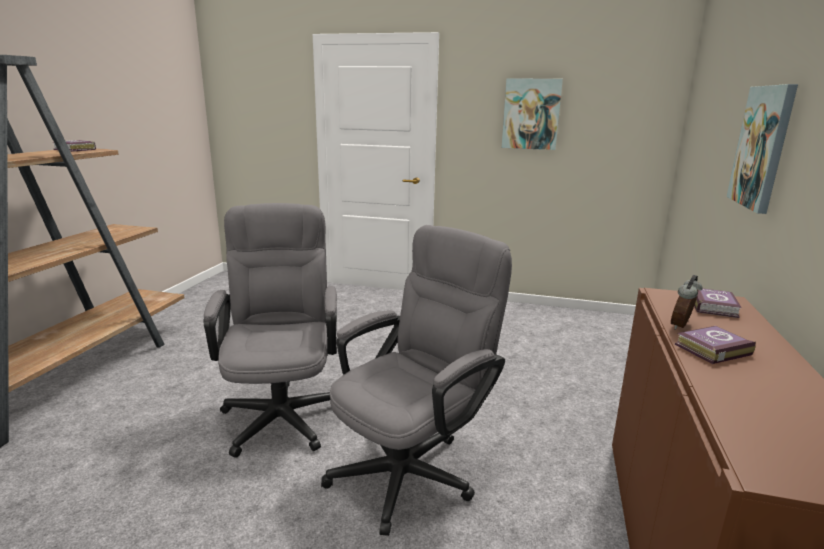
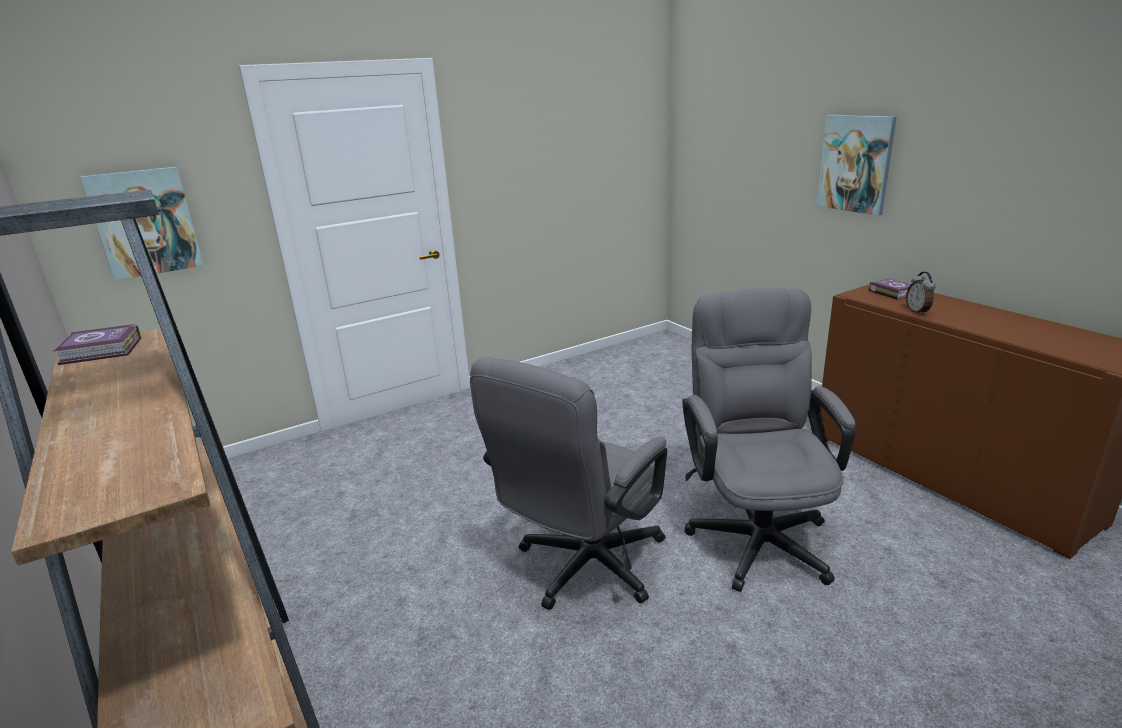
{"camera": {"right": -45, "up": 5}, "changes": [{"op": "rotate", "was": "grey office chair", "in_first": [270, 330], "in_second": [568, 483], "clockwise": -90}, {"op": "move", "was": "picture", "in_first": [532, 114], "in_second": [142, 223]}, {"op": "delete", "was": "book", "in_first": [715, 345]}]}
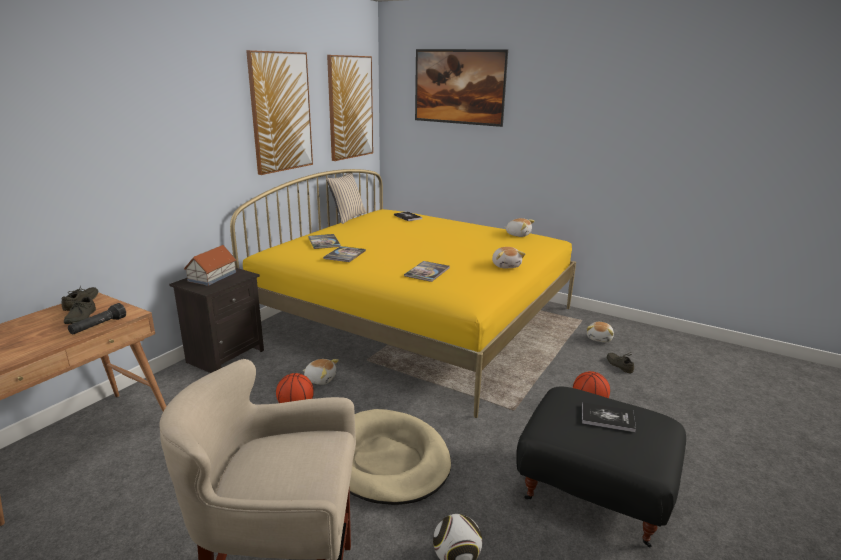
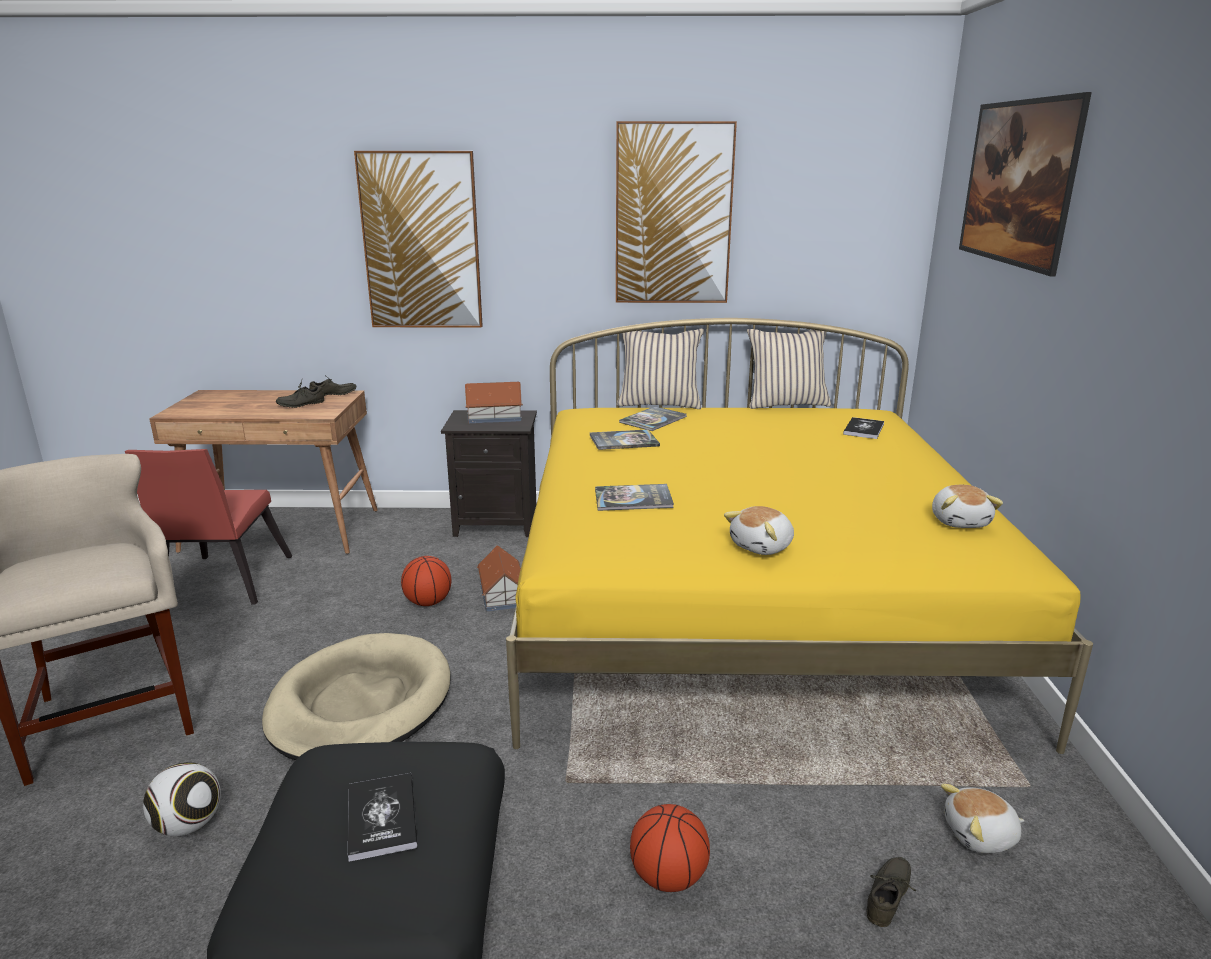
{"camera": {"right": 60, "up": 0}, "changes": [{"op": "delete", "was": "black flashlight", "in_first": [97, 318]}, {"op": "replace", "was": "plush toy", "now": "toy house", "in_first": [321, 372], "in_second": [499, 578]}, {"op": "move", "was": "picture", "in_first": [350, 108], "in_second": [418, 239]}, {"op": "insert", "now": "red chair", "in_second": [208, 526]}, {"op": "insert", "now": "beige pillow", "in_second": [660, 369]}]}
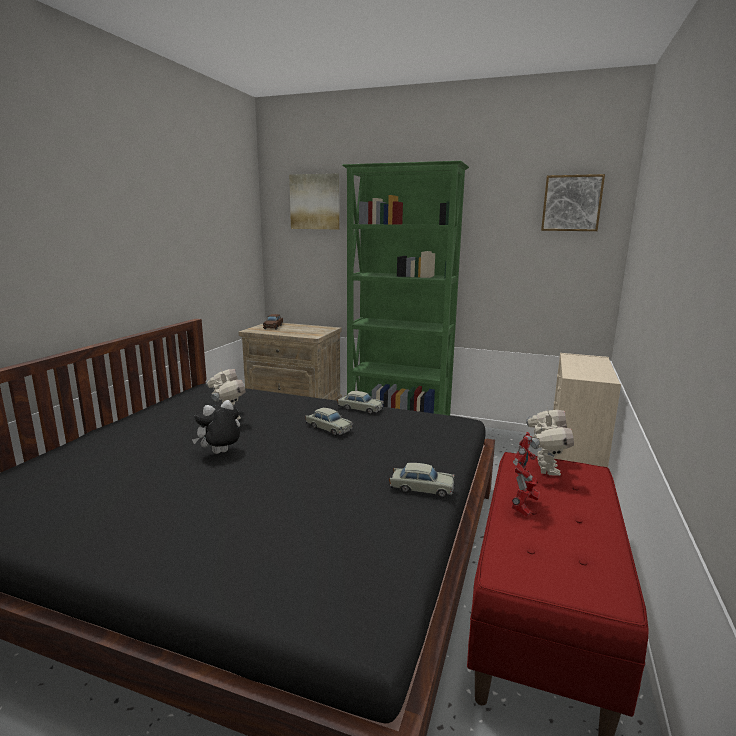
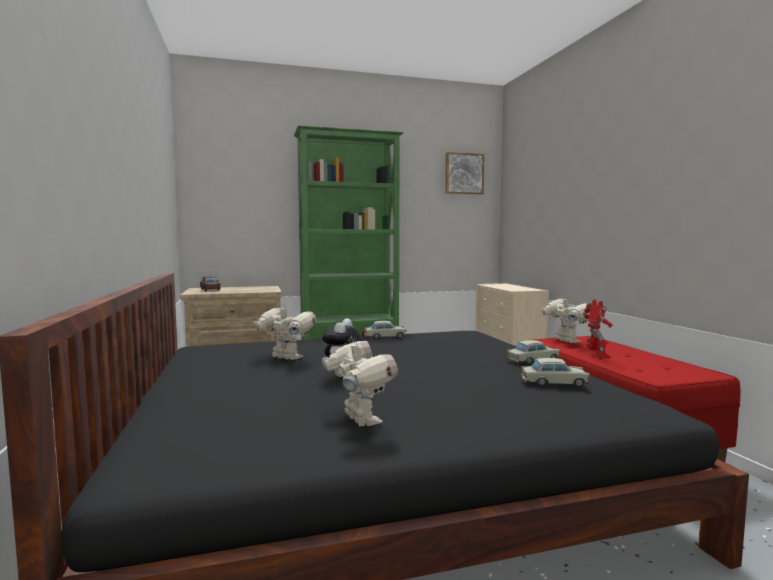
{"camera": {"right": -35, "up": -10}, "changes": [{"op": "delete", "was": "picture", "in_first": [314, 201]}, {"op": "move", "was": "beige toy car", "in_first": [329, 422], "in_second": [555, 372]}, {"op": "insert", "now": "toy robot", "in_second": [360, 381]}]}
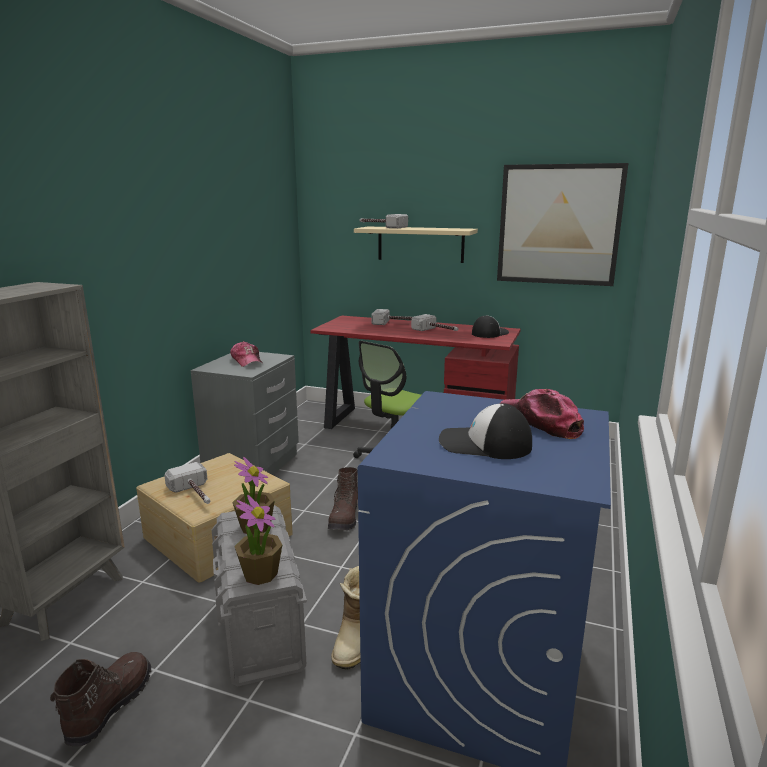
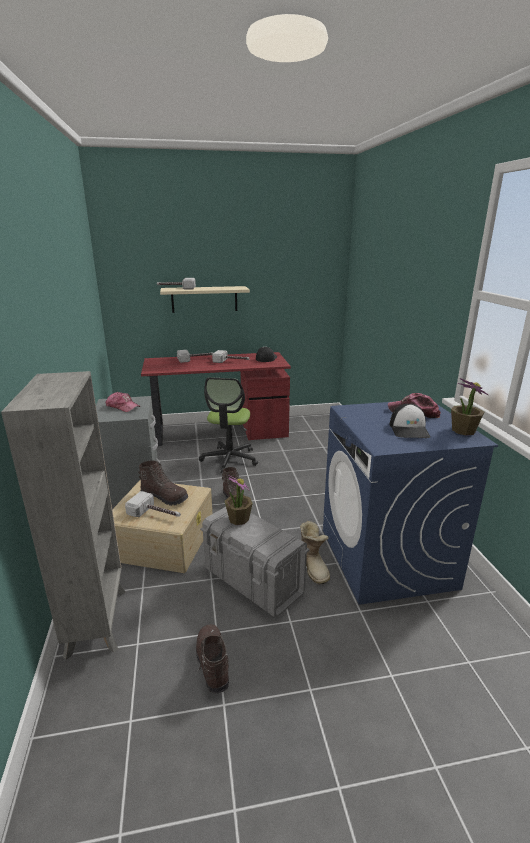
{"camera": {"right": -30, "up": 5}, "changes": [{"op": "move", "was": "potted plant", "in_first": [258, 540], "in_second": [469, 406]}, {"op": "rotate", "was": "cap", "in_first": [485, 431], "in_second": [410, 421], "clockwise": -75}, {"op": "delete", "was": "picture", "in_first": [562, 224]}, {"op": "insert", "now": "brown boot", "in_second": [163, 483]}]}
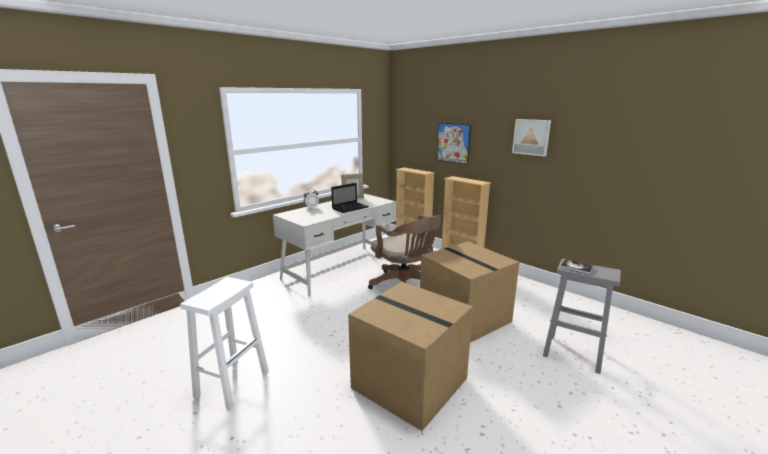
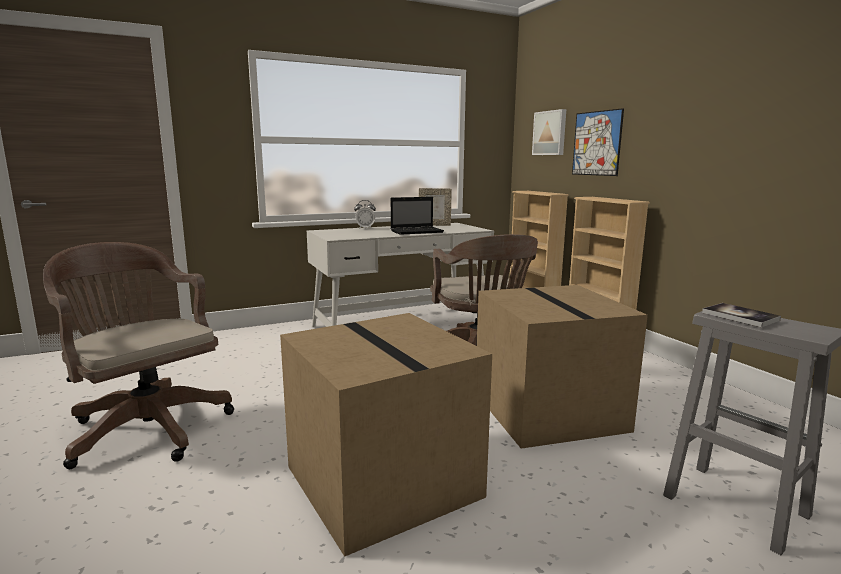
{"camera": {"right": 20, "up": -5}, "changes": [{"op": "replace", "was": "white stool", "now": "brown office chair", "in_first": [224, 344], "in_second": [138, 355]}, {"op": "move", "was": "picture", "in_first": [531, 137], "in_second": [549, 132]}]}
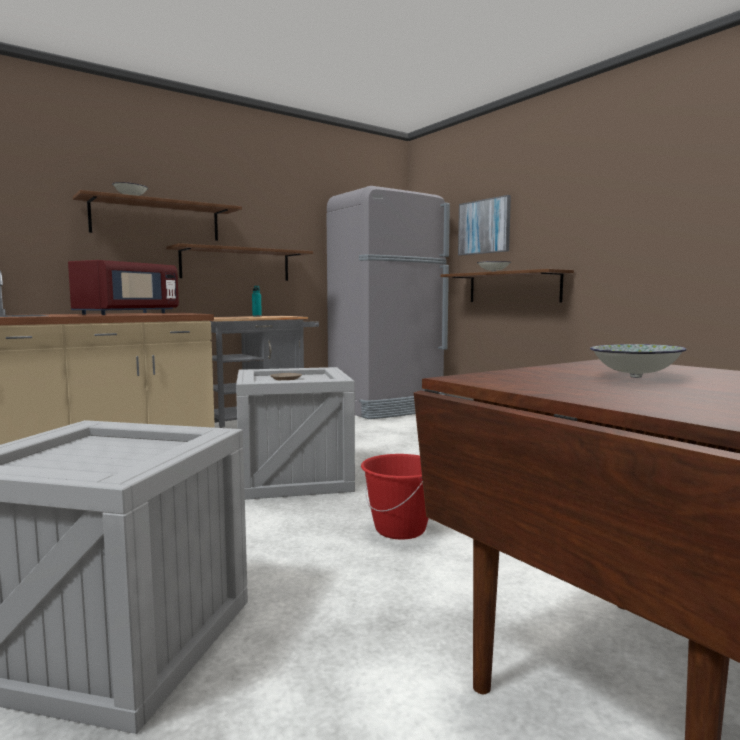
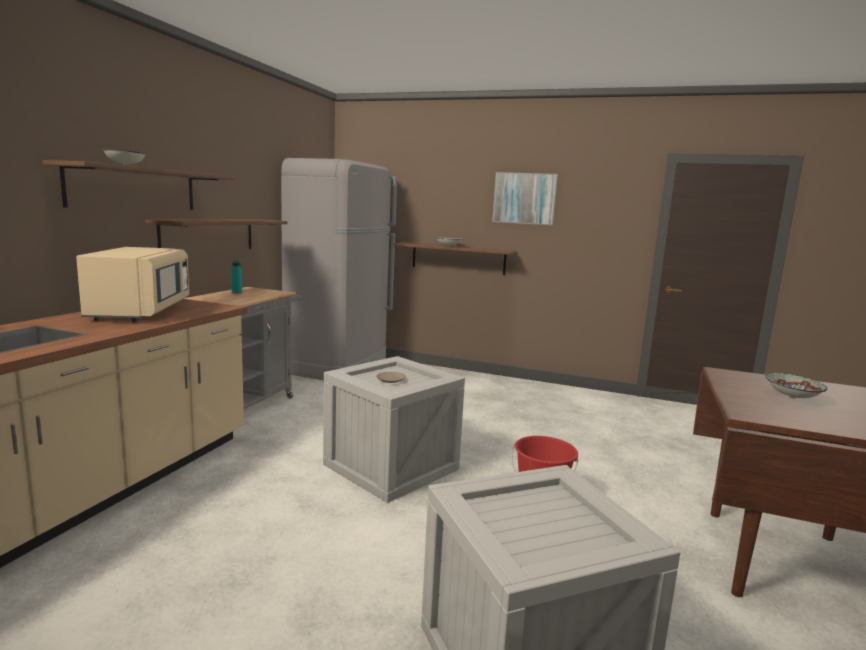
{"camera": {"right": -35, "up": 5}, "changes": [{"op": "recolor", "was": "red microwave", "now": "beige microwave", "in_first": [123, 287], "in_second": [132, 284]}, {"op": "move", "was": "picture", "in_first": [484, 225], "in_second": [525, 198]}]}
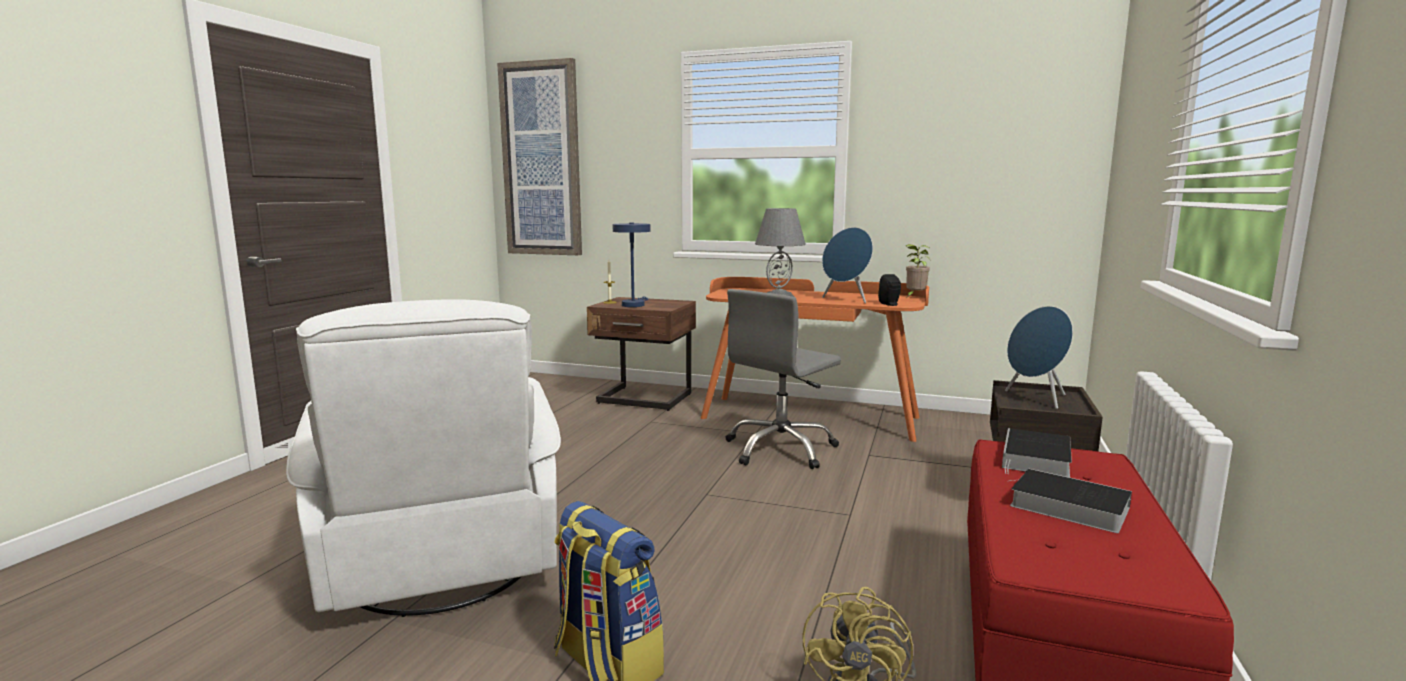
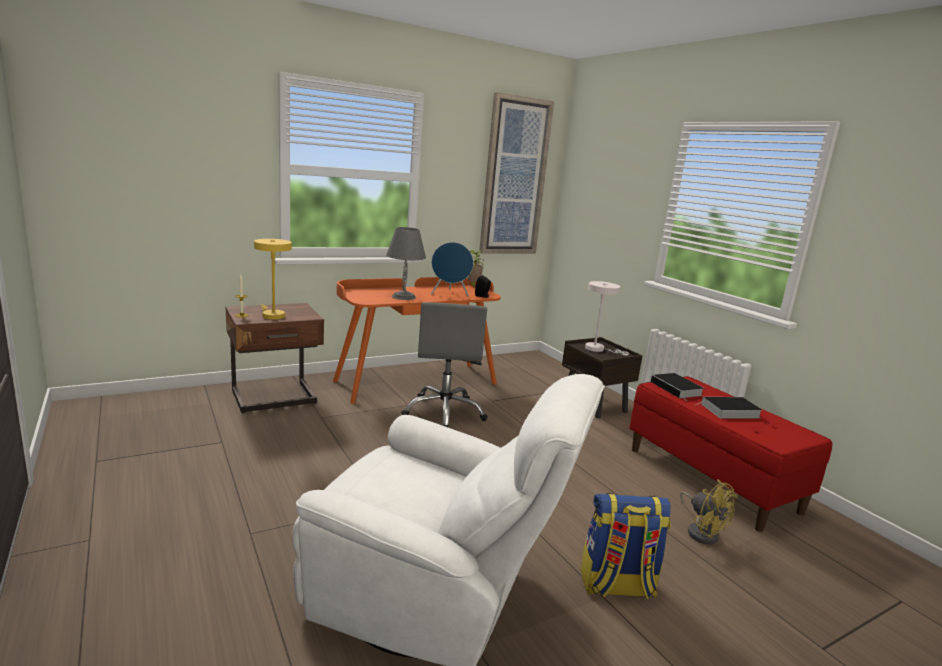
{"camera": {"right": -50, "up": 5}, "changes": [{"op": "move", "was": "picture", "in_first": [539, 156], "in_second": [516, 173]}, {"op": "recolor", "was": "blue table lamp", "now": "yellow table lamp", "in_first": [631, 265], "in_second": [273, 279]}, {"op": "replace", "was": "blue speaker", "now": "white table lamp", "in_first": [1039, 357], "in_second": [607, 318]}]}
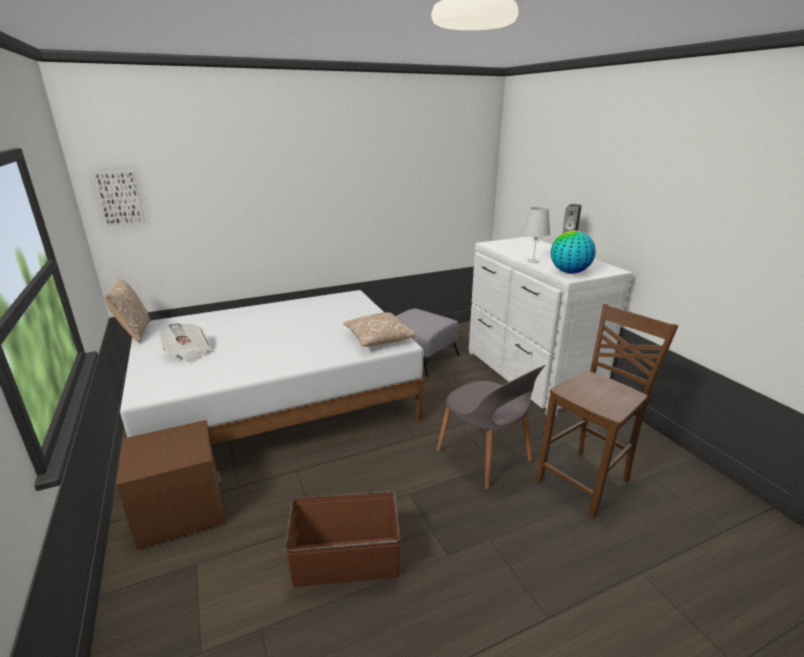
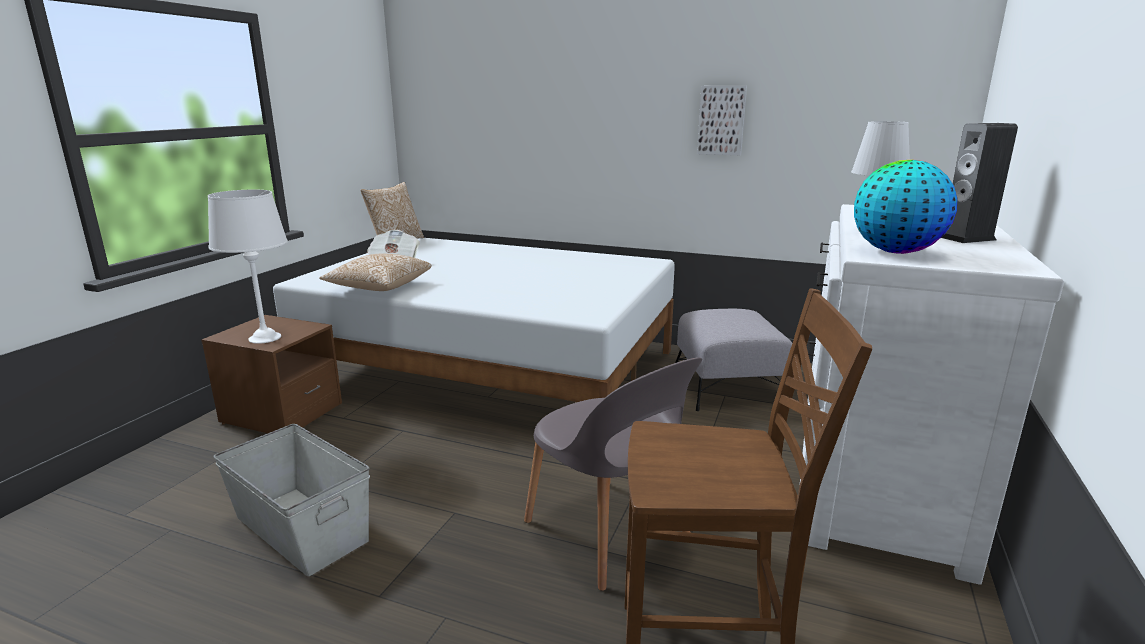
{"camera": {"right": 45, "up": -5}, "changes": [{"op": "move", "was": "picture", "in_first": [119, 198], "in_second": [722, 120]}, {"op": "recolor", "was": "brown storage box", "now": "grey storage box", "in_first": [343, 539], "in_second": [291, 500]}, {"op": "move", "was": "pillow", "in_first": [379, 329], "in_second": [375, 272]}, {"op": "rotate", "was": "grey chair", "in_first": [491, 427], "in_second": [613, 474], "clockwise": -45}, {"op": "insert", "now": "white table lamp", "in_second": [248, 267]}]}
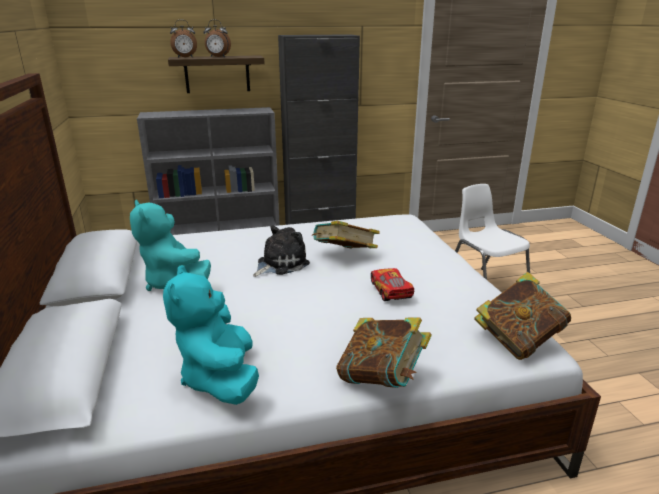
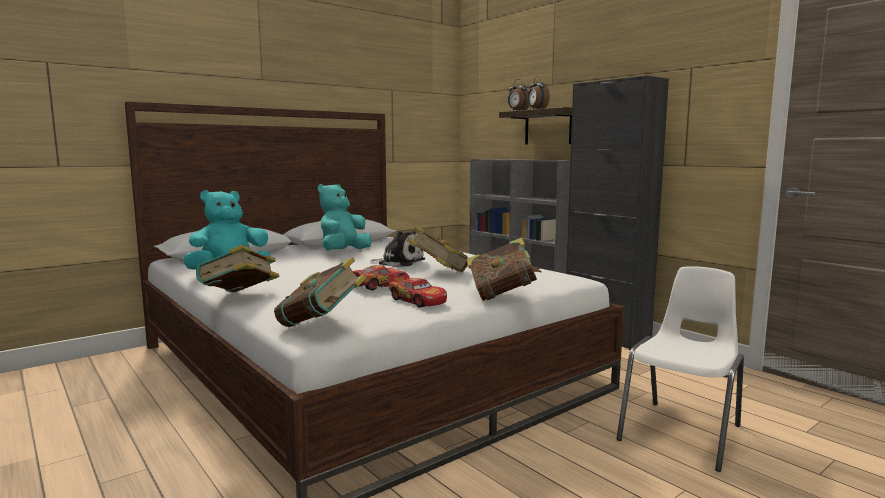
{"camera": {"right": 65, "up": -15}, "changes": [{"op": "insert", "now": "toy car", "in_second": [417, 291]}, {"op": "insert", "now": "book", "in_second": [504, 269]}]}
